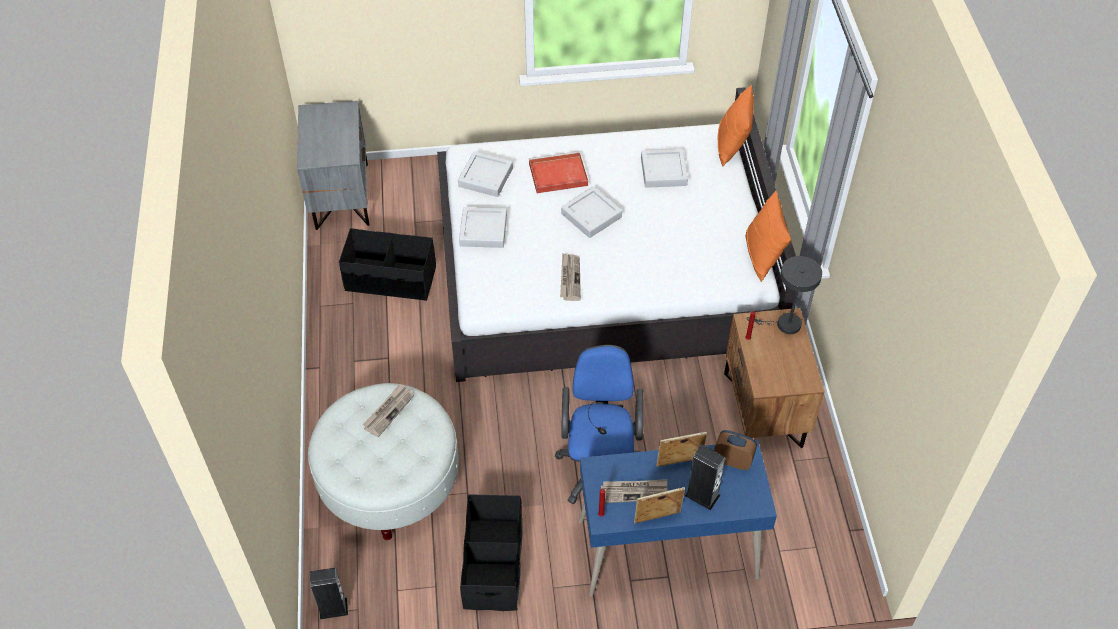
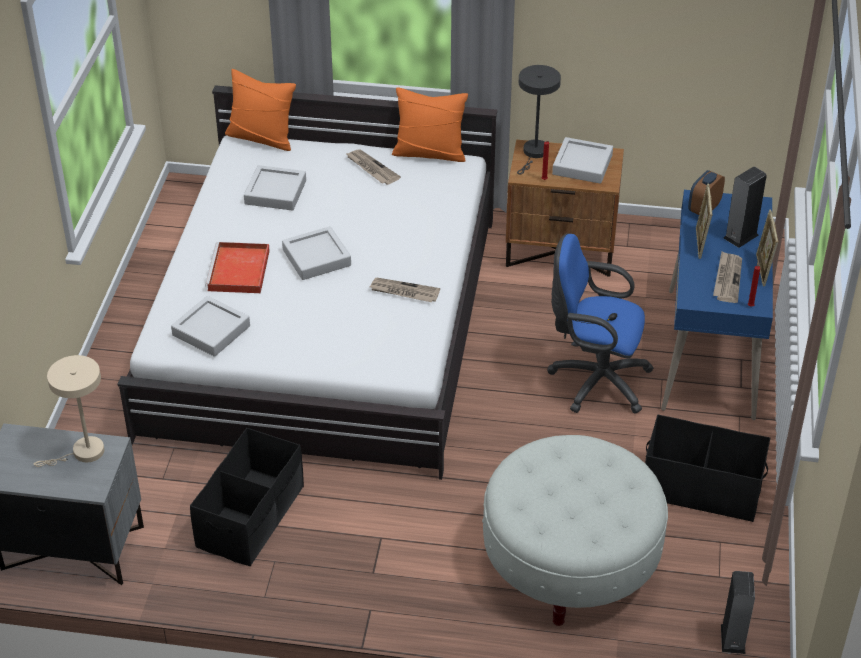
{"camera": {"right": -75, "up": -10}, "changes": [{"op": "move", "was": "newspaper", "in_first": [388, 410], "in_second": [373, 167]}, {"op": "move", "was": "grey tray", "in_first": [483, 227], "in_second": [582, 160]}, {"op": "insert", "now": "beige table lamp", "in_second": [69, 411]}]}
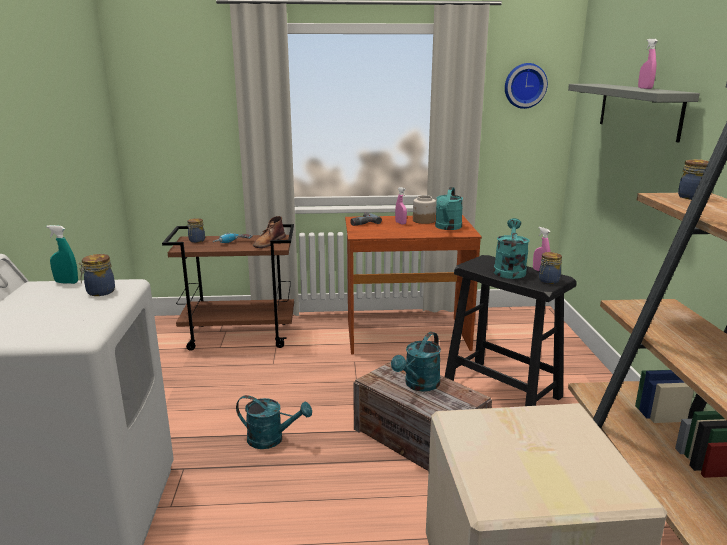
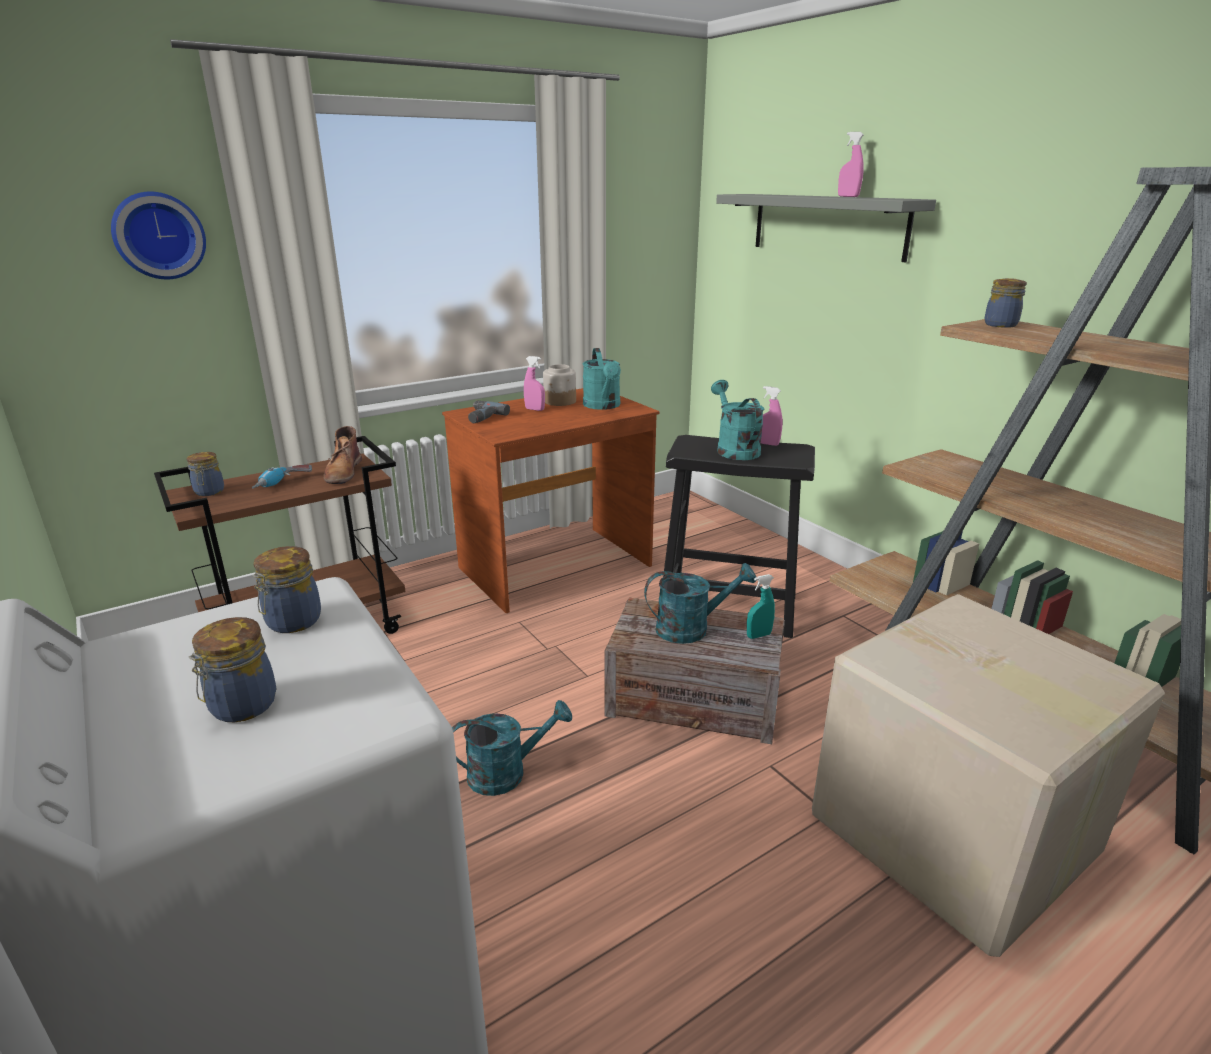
{"camera": {"right": -30, "up": 5}, "changes": [{"op": "move", "was": "turquoise spray bottle", "in_first": [62, 254], "in_second": [761, 606]}, {"op": "rotate", "was": "turquoise watering can", "in_first": [416, 362], "in_second": [700, 603], "clockwise": -105}, {"op": "move", "was": "wall clock", "in_first": [526, 86], "in_second": [158, 235]}, {"op": "move", "was": "jar", "in_first": [550, 268], "in_second": [232, 669]}]}
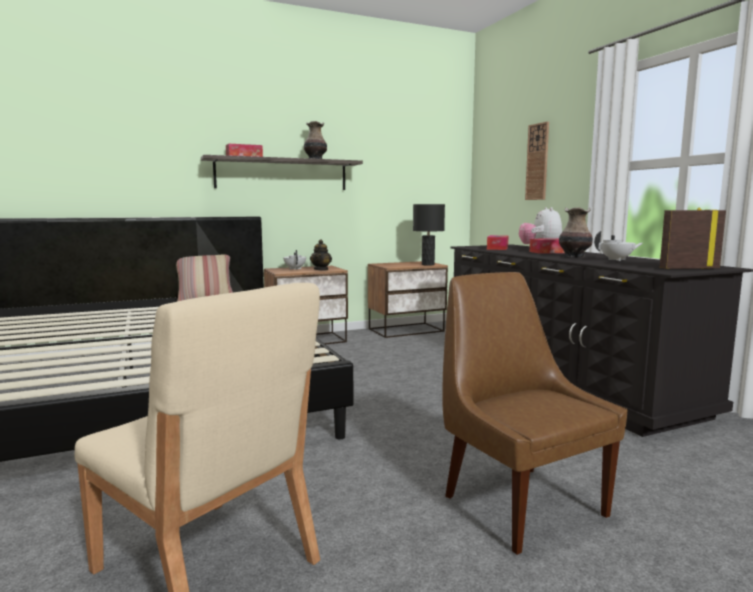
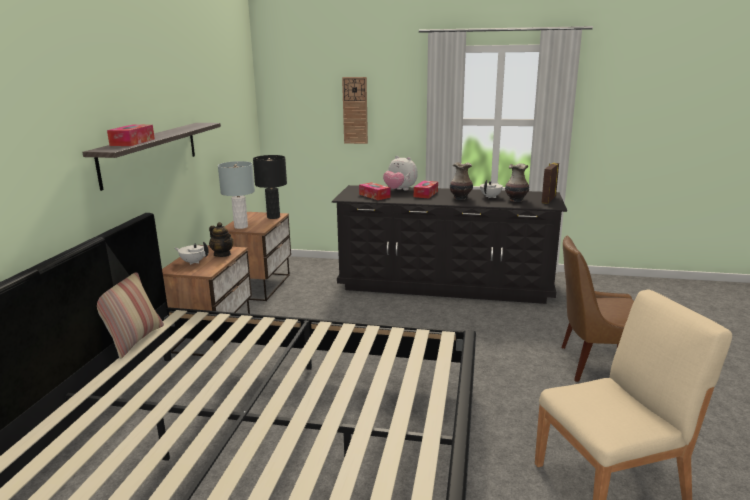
{"camera": {"right": -55, "up": 10}, "changes": [{"op": "move", "was": "vase", "in_first": [315, 140], "in_second": [517, 182]}, {"op": "insert", "now": "grey table lamp", "in_second": [236, 195]}]}
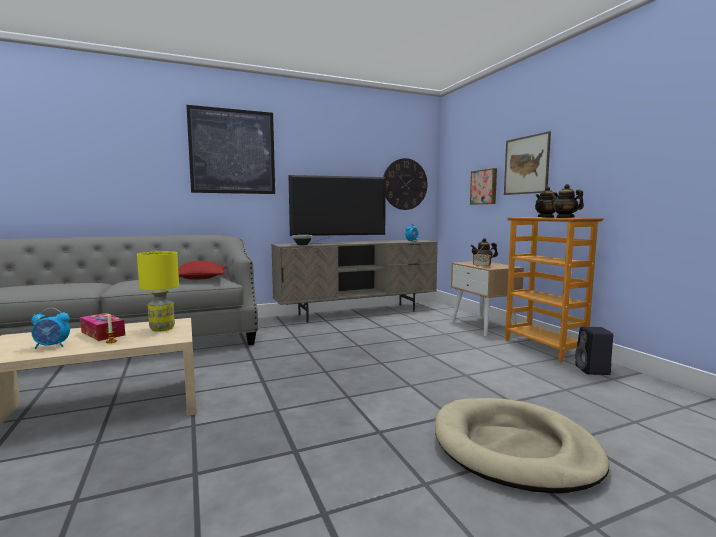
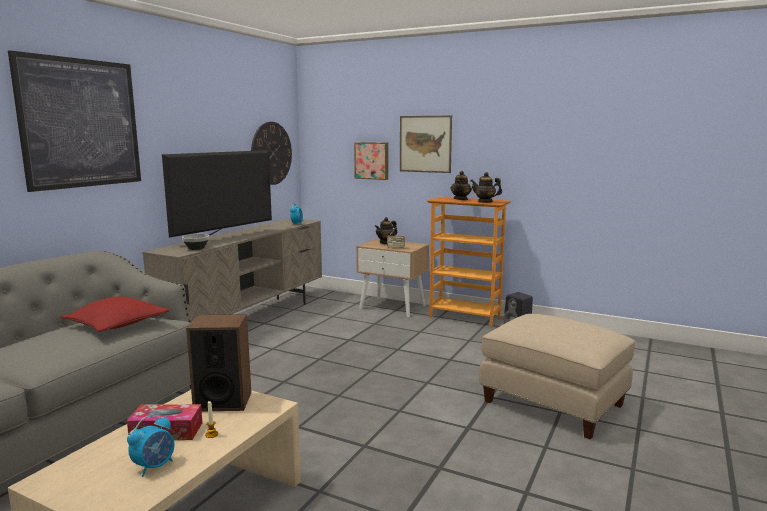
{"camera": {"right": -40, "up": 5}, "changes": [{"op": "replace", "was": "yellow table lamp", "now": "speaker", "in_first": [158, 291], "in_second": [218, 363]}, {"op": "replace", "was": "beige dog bed", "now": "beige ottoman", "in_first": [522, 446], "in_second": [557, 376]}]}
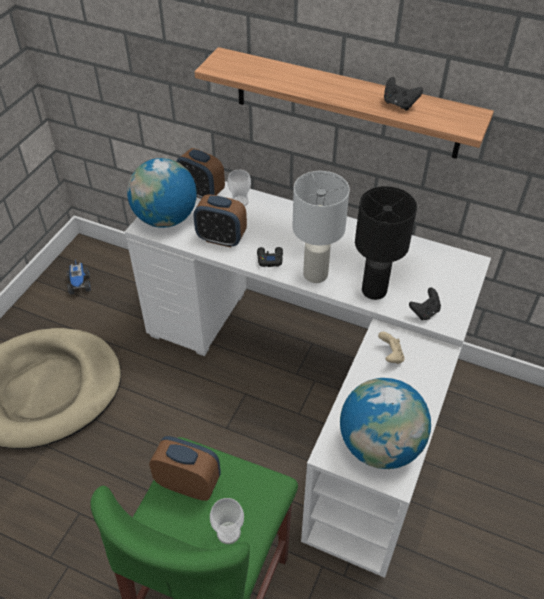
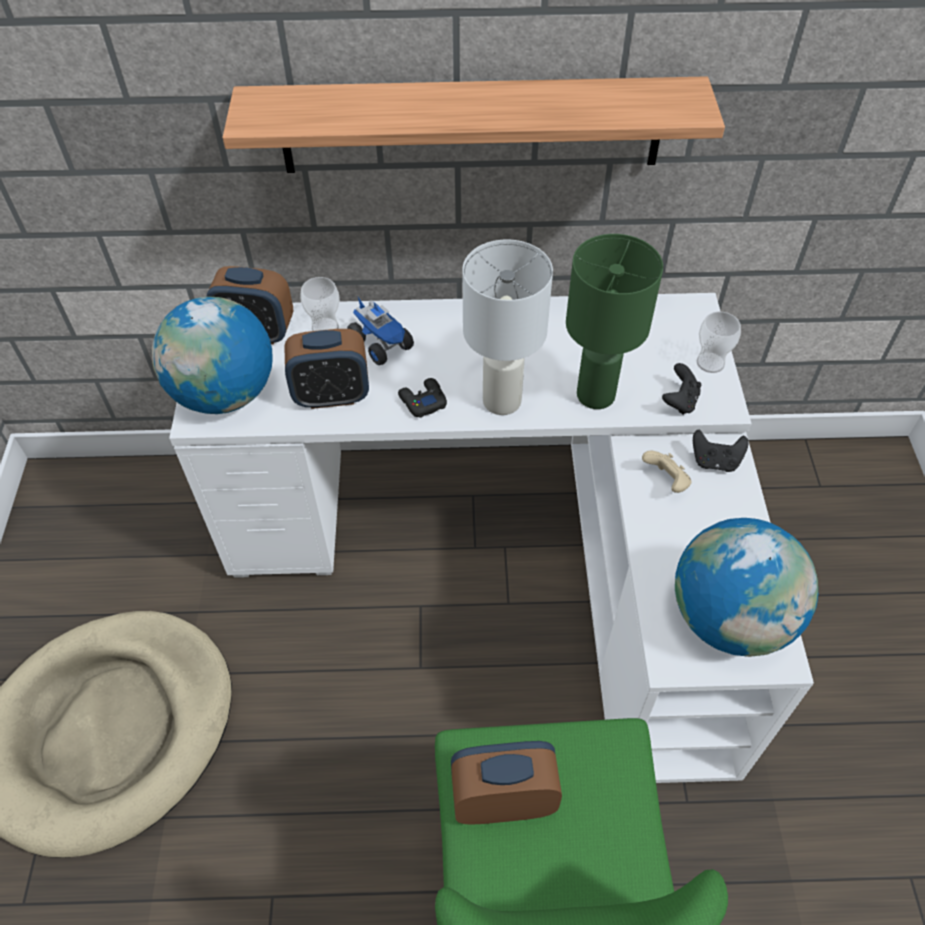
{"camera": {"right": -25, "up": 5}, "changes": [{"op": "move", "was": "toy truck", "in_first": [79, 277], "in_second": [380, 331]}, {"op": "move", "was": "cup", "in_first": [227, 521], "in_second": [719, 342]}, {"op": "recolor", "was": "black table lamp", "now": "green table lamp", "in_first": [386, 243], "in_second": [614, 321]}, {"op": "move", "was": "black game controller", "in_first": [403, 94], "in_second": [721, 451]}]}
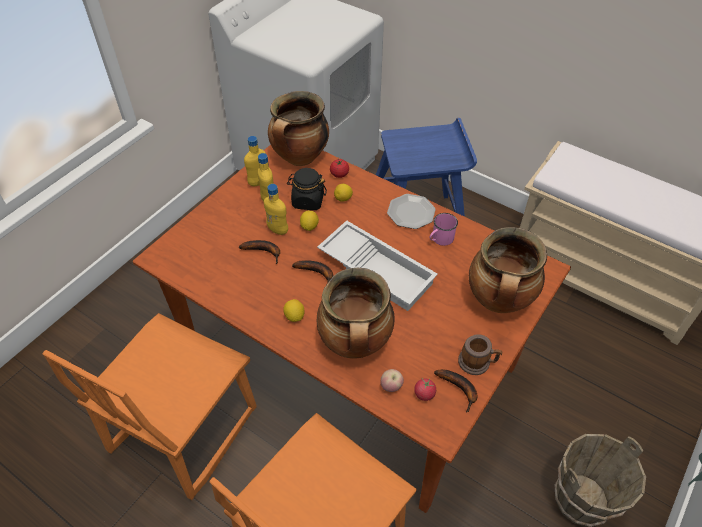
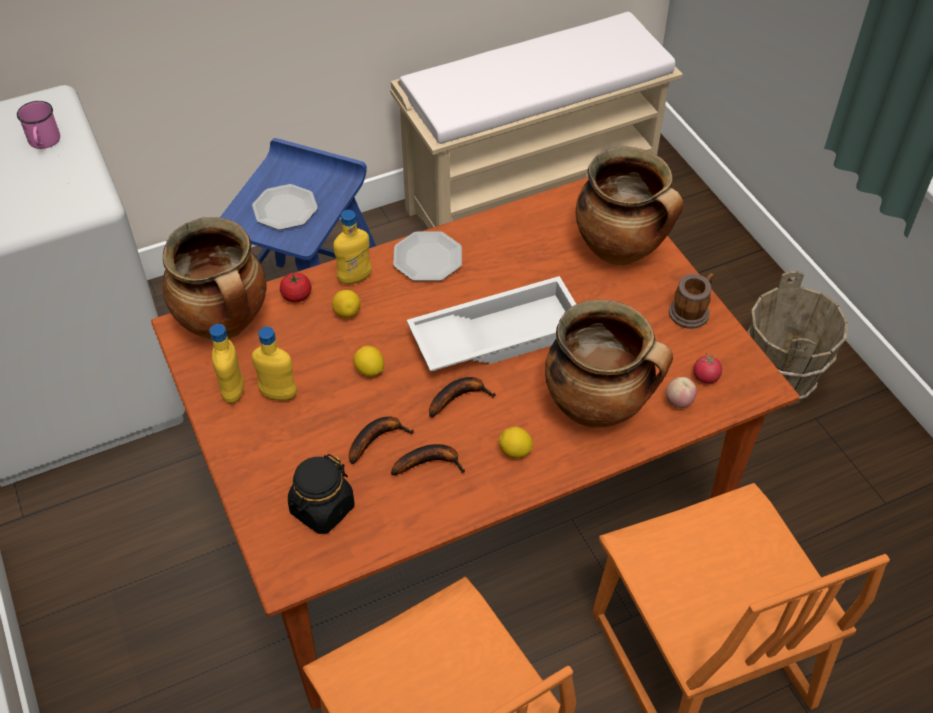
{"camera": {"right": -60, "up": 0}, "changes": [{"op": "move", "was": "yellow bottle", "in_first": [276, 209], "in_second": [352, 247]}, {"op": "move", "was": "black jar", "in_first": [307, 189], "in_second": [321, 494]}, {"op": "move", "was": "pink mug", "in_first": [443, 229], "in_second": [38, 125]}, {"op": "move", "was": "banana", "in_first": [455, 391], "in_second": [428, 460]}, {"op": "insert", "now": "plate", "in_second": [285, 207]}]}
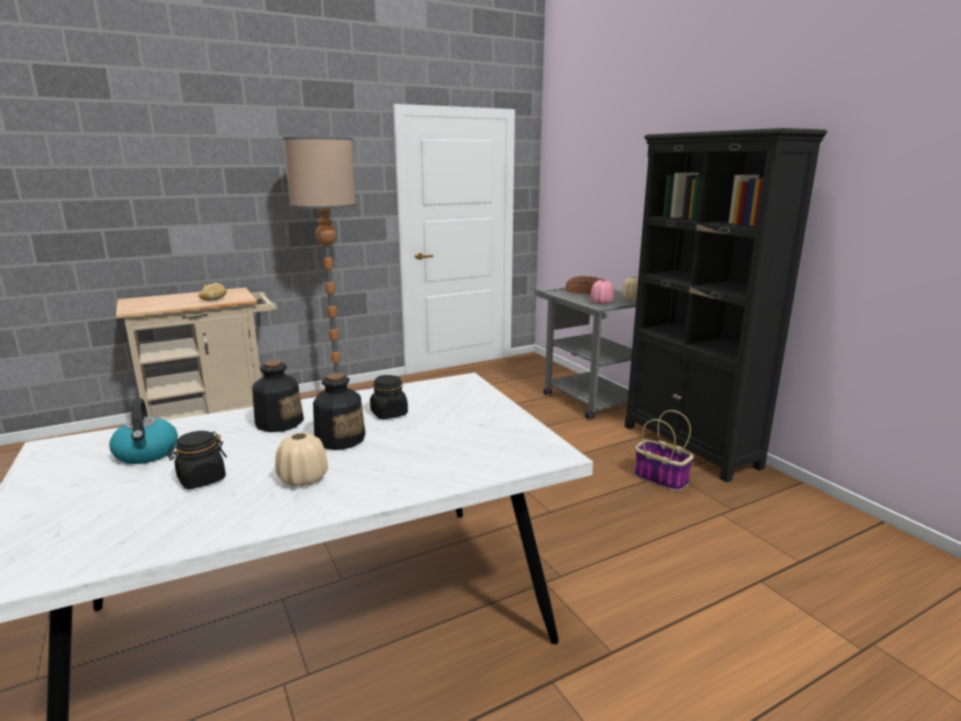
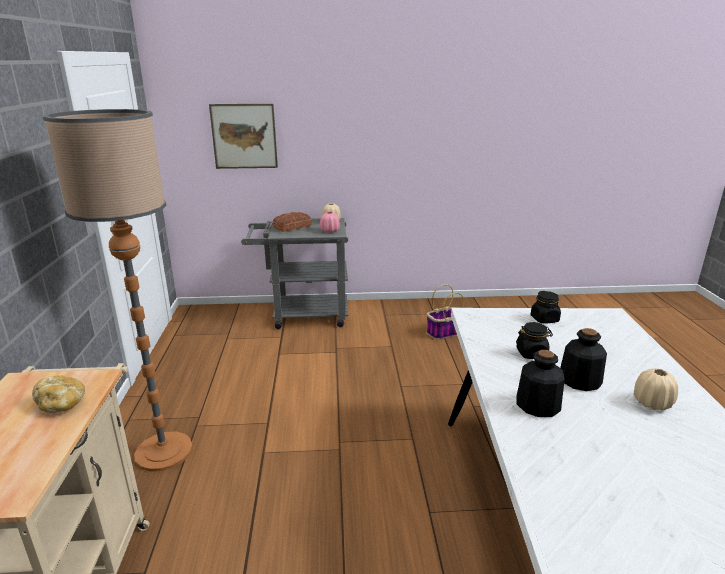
{"camera": {"right": -65, "up": 5}, "changes": [{"op": "delete", "was": "kettle", "in_first": [143, 431]}, {"op": "move", "was": "black jar", "in_first": [197, 460], "in_second": [545, 307]}, {"op": "delete", "was": "black bookcase", "in_first": [726, 305]}, {"op": "insert", "now": "picture", "in_second": [243, 136]}]}
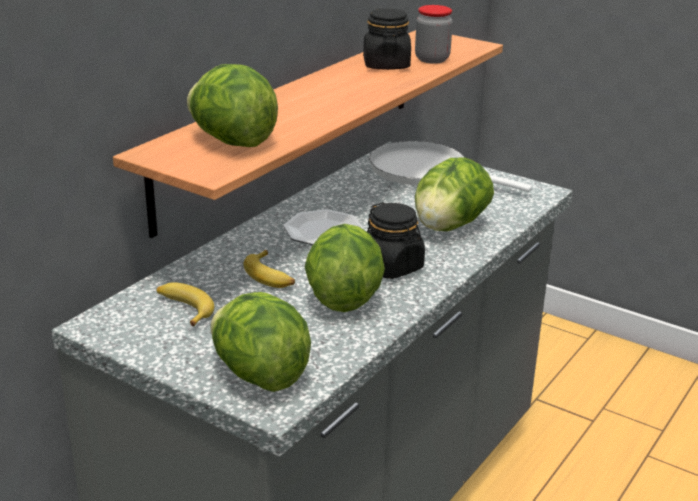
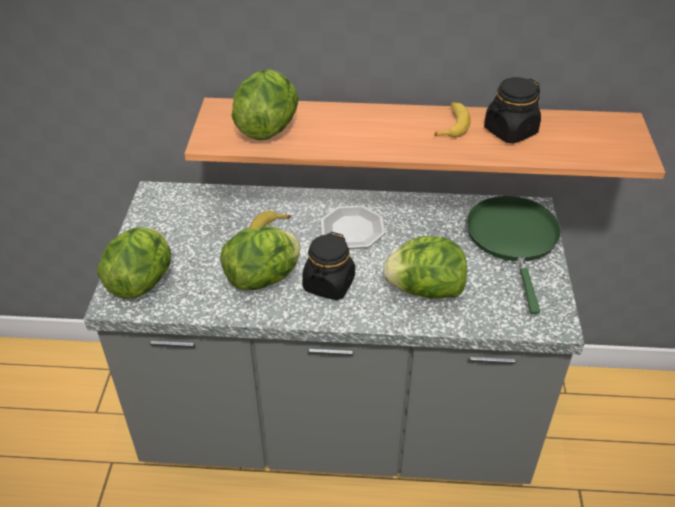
{"camera": {"right": 60, "up": 15}, "changes": [{"op": "move", "was": "banana", "in_first": [185, 304], "in_second": [452, 120]}, {"op": "recolor", "was": "white frying pan", "now": "green frying pan", "in_first": [450, 166], "in_second": [514, 255]}, {"op": "delete", "was": "jar", "in_first": [434, 34]}]}
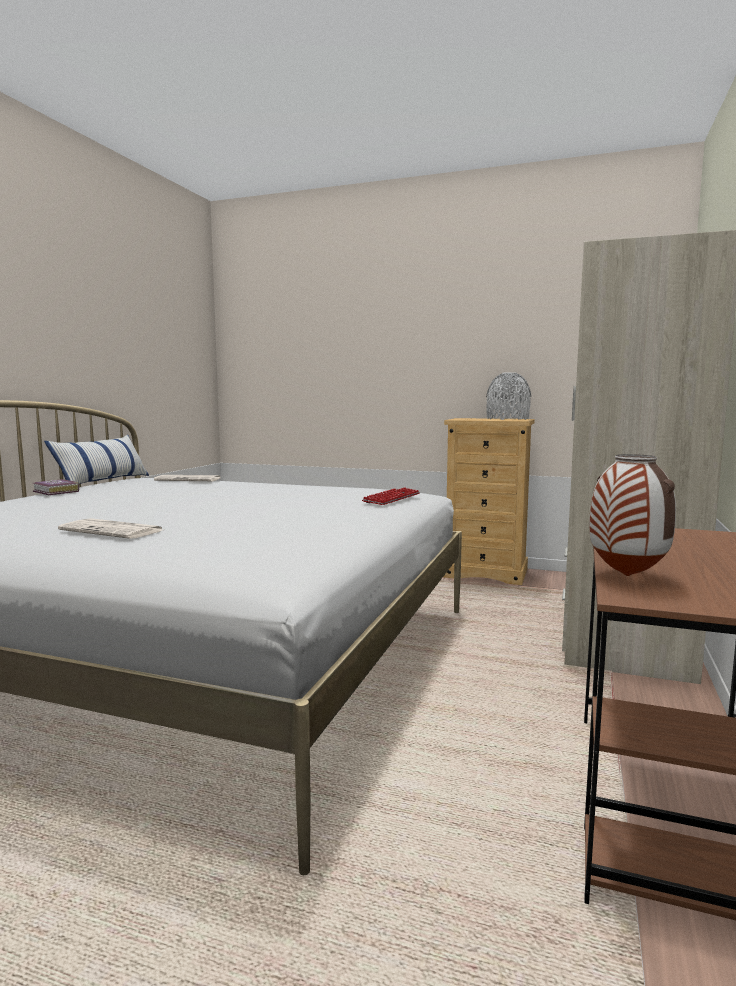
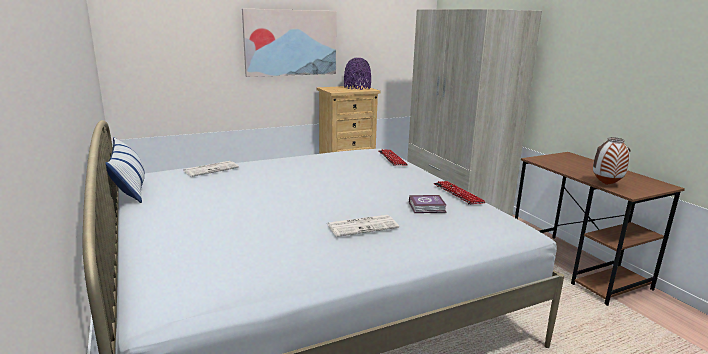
{"camera": {"right": -45, "up": 10}, "changes": [{"op": "move", "was": "book", "in_first": [56, 487], "in_second": [428, 204]}, {"op": "recolor", "was": "grey vase", "now": "purple vase", "in_first": [508, 396], "in_second": [357, 74]}, {"op": "insert", "now": "picture", "in_second": [289, 43]}, {"op": "insert", "now": "keyboard", "in_second": [460, 192]}]}
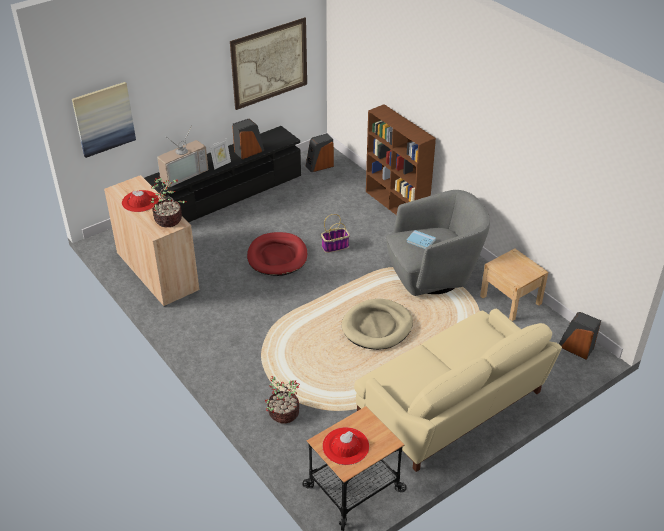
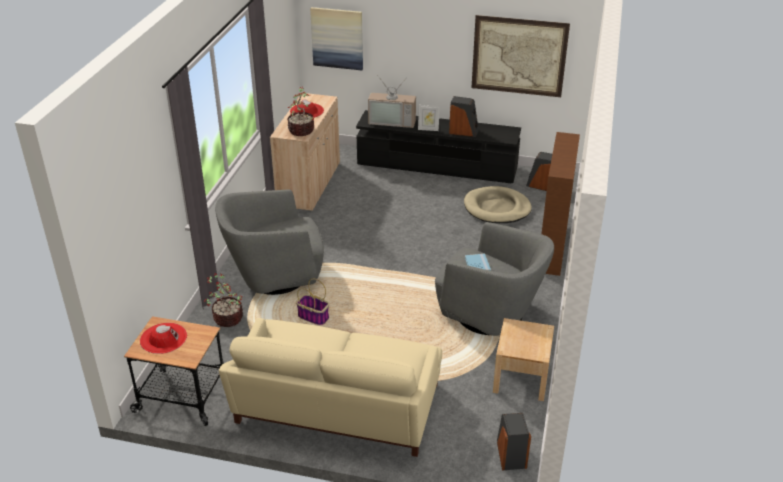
{"camera": {"right": 50, "up": -5}, "changes": [{"op": "delete", "was": "red dog bed", "in_first": [277, 254]}, {"op": "move", "was": "basket", "in_first": [335, 233], "in_second": [312, 301]}, {"op": "move", "was": "beige dog bed", "in_first": [377, 324], "in_second": [498, 204]}, {"op": "insert", "now": "grey armchair", "in_second": [269, 242]}]}
